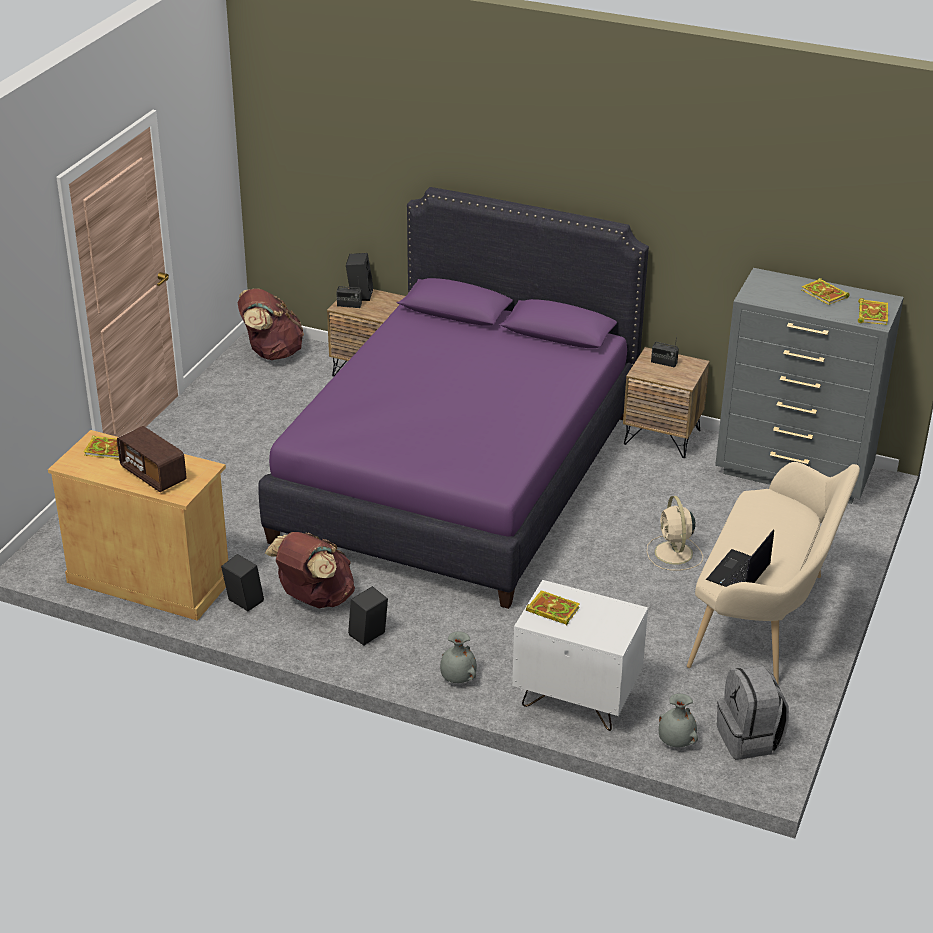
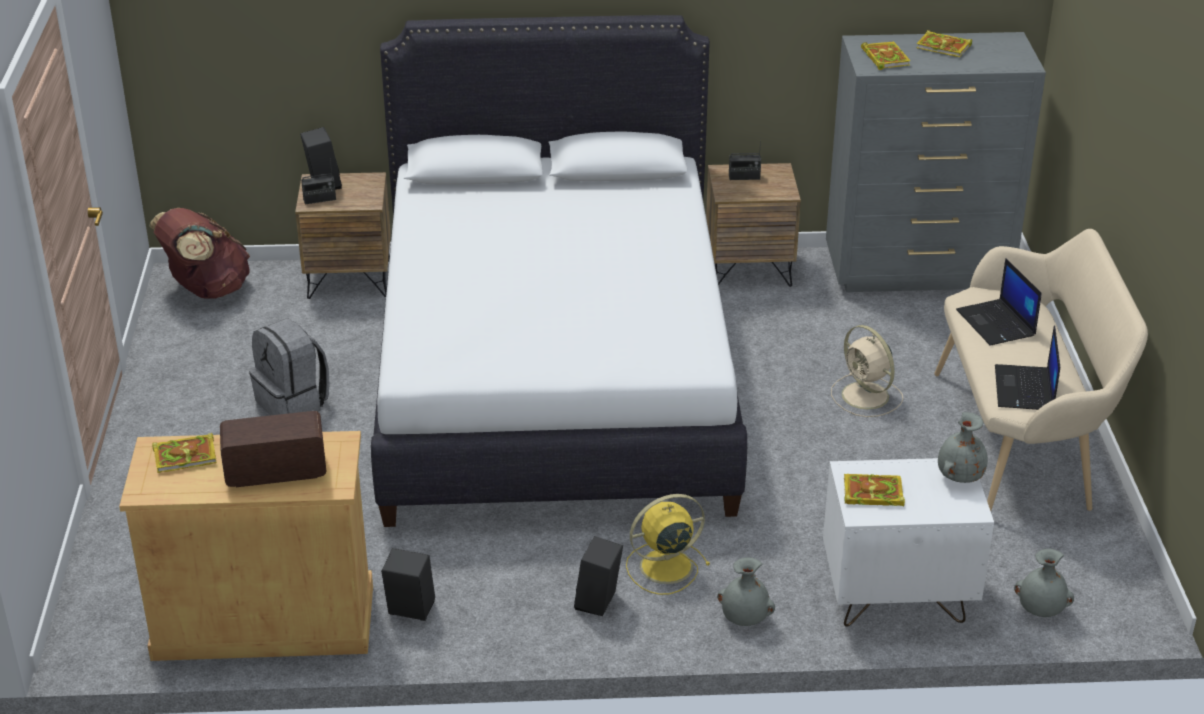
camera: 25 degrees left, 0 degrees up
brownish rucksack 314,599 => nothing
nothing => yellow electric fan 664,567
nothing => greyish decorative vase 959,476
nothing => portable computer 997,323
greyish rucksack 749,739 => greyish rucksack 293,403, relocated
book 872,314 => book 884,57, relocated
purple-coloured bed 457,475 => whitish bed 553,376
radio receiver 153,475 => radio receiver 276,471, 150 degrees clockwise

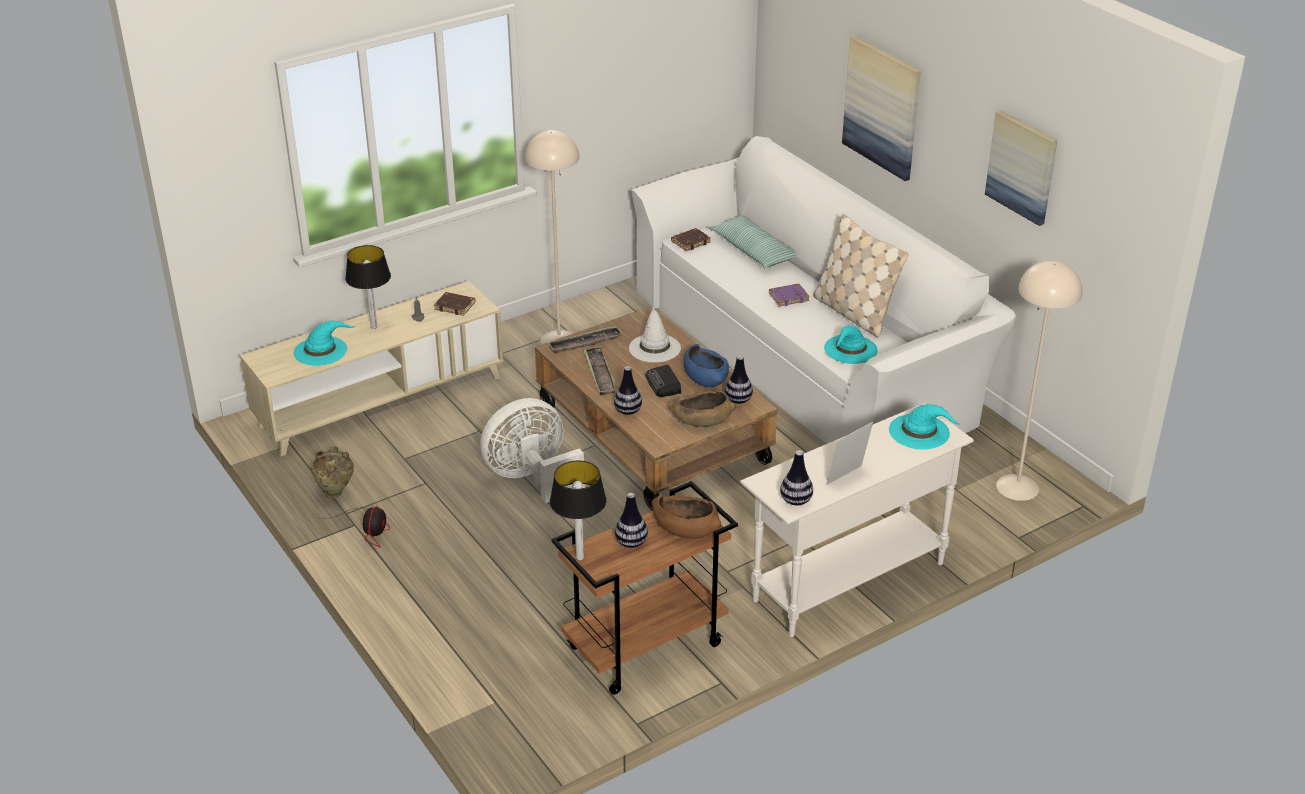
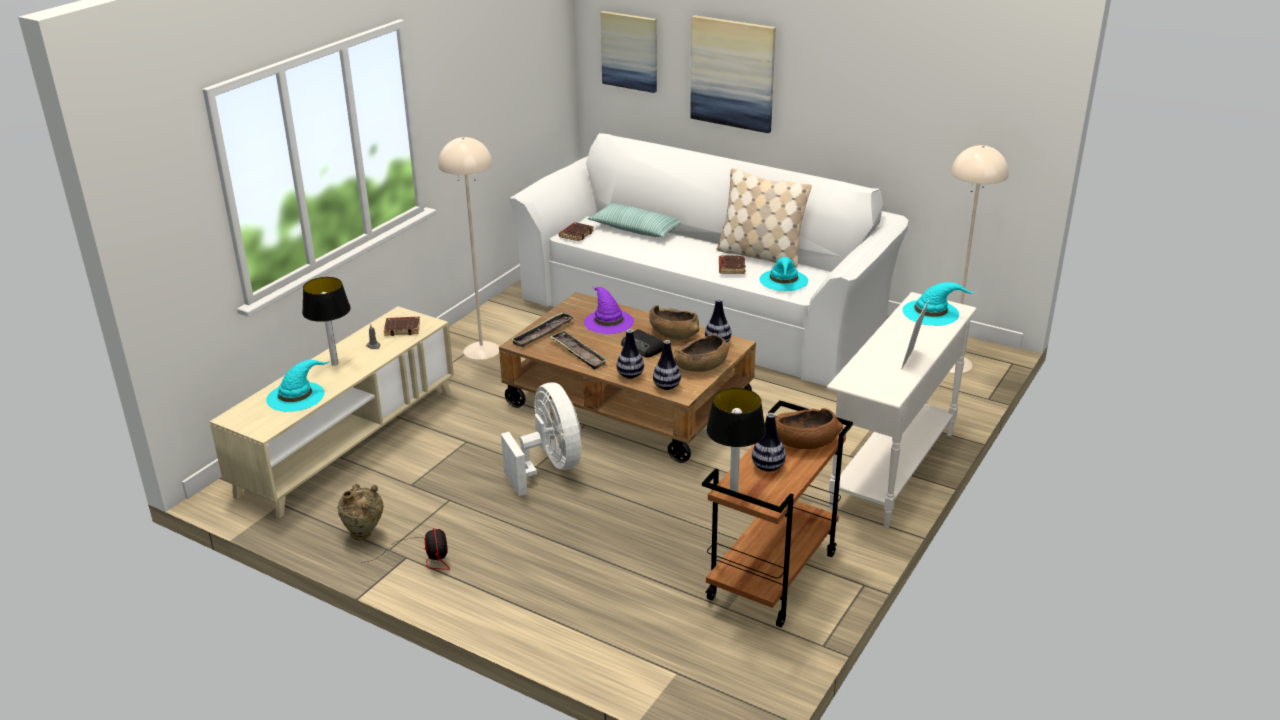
camera: 25 degrees left, 5 degrees down
purple-coloured book 788,297 => nothing
nothing => brownish book 731,267
decorative vase 796,501 => decorative vase 666,387, relocated
wall art 1022,167 => wall art 630,51, relocated
whitish hat 654,347 => purple-coloured hat 608,321
blue deep dish 705,377 => brownish deep dish 673,333
whitish electric fan 532,478 => whitish electric fan 549,467, 120 degrees clockwise

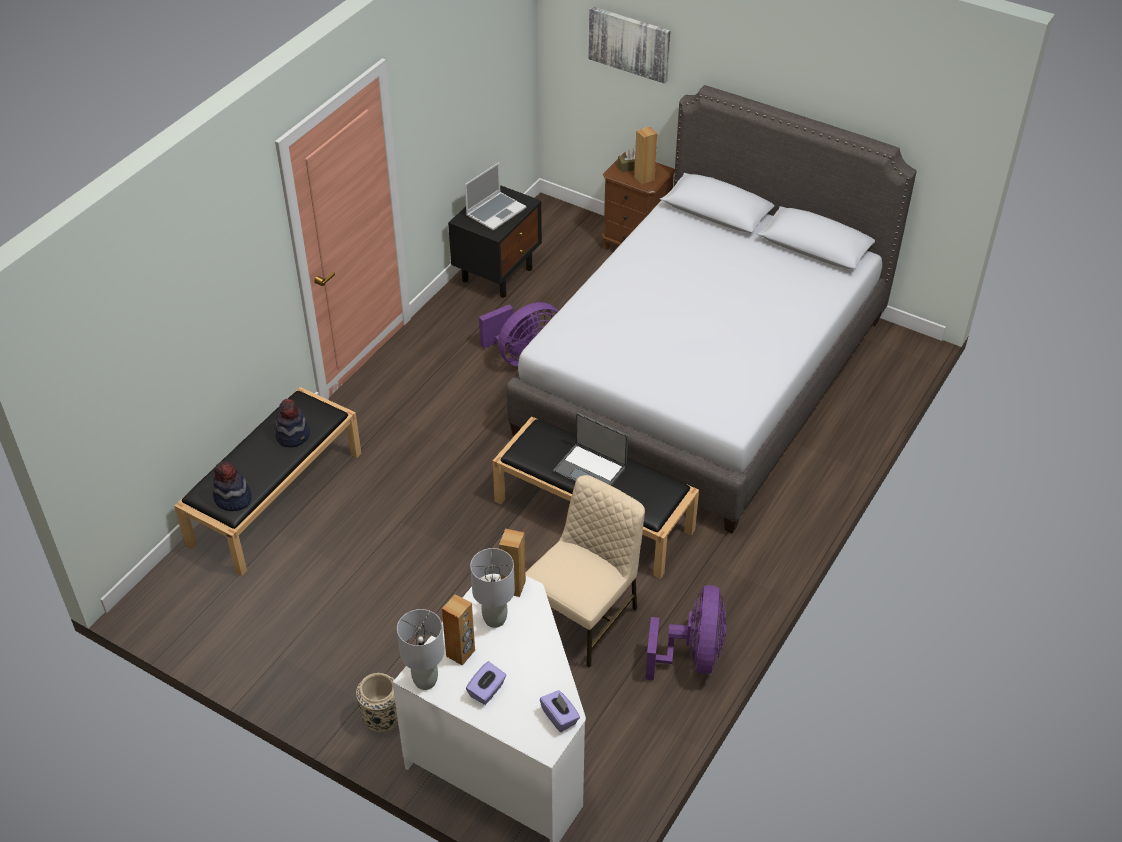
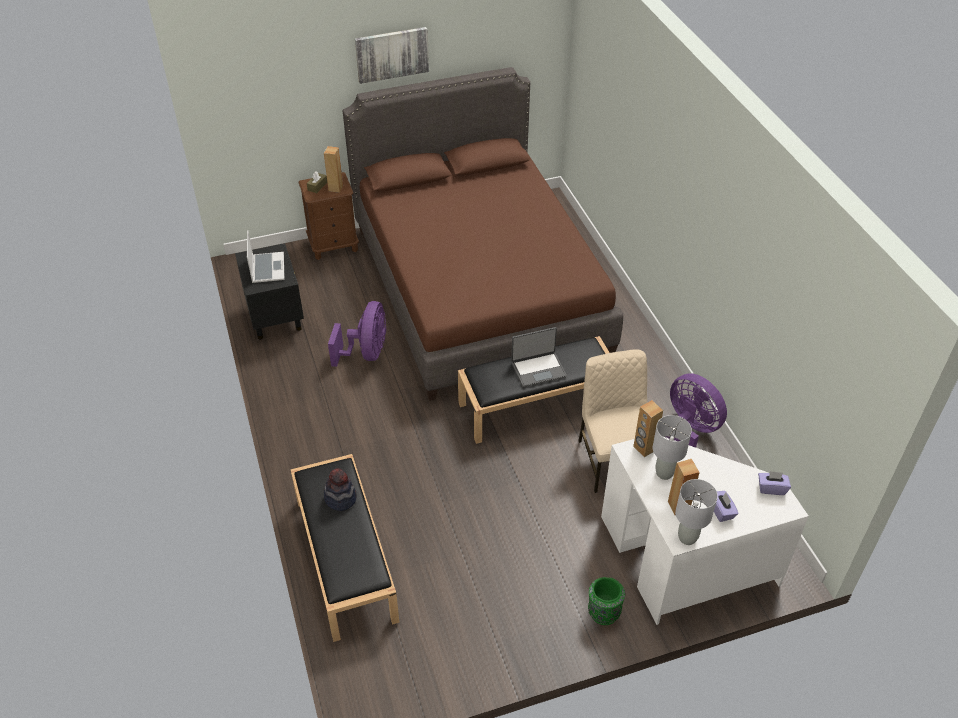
camera: 50 degrees left, 0 degrees up
hat 233,499 => nothing
wall art 629,43 => wall art 392,54, relocated
beige-coloured decorative vase 381,717 => green decorative vase 603,613
greyish bed 702,376 => brownish bed 478,288

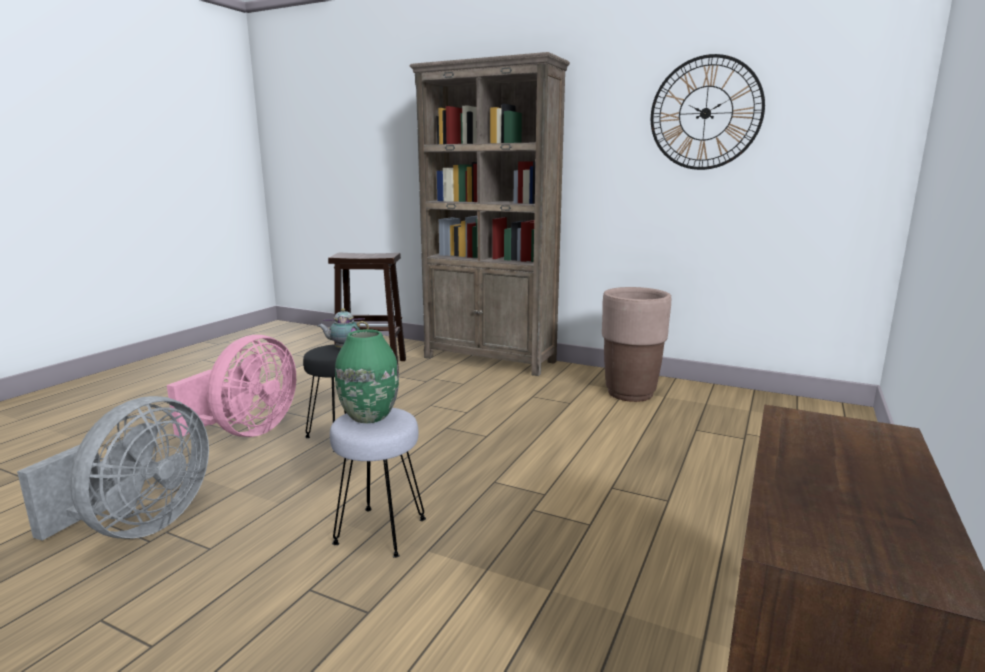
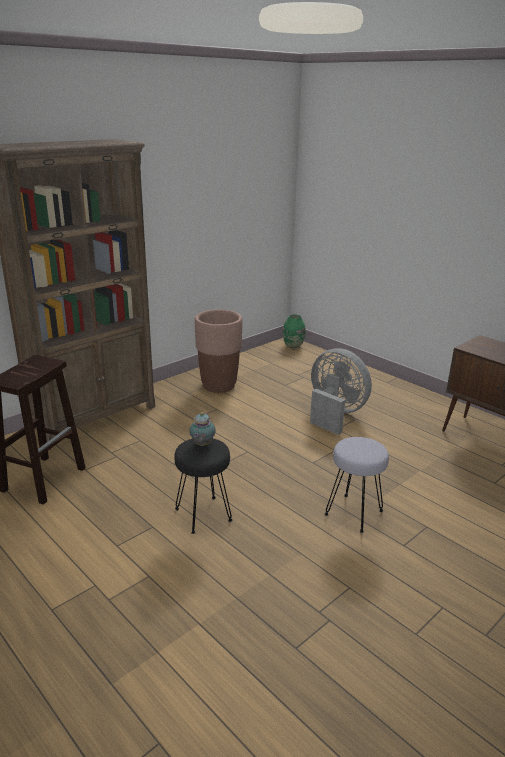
camera: 70 degrees left, 10 degrees up
pinkish electric fan 247,431 => nothing
hanging clock 705,113 => nothing
greyish electric fan 139,526 => greyish electric fan 334,414, relocated
green decorative vase 368,416 => green decorative vase 293,346, relocated

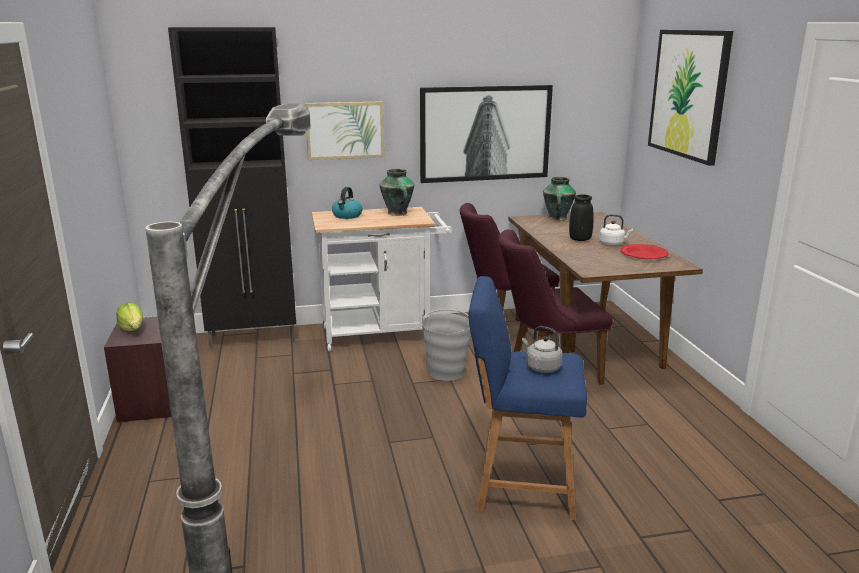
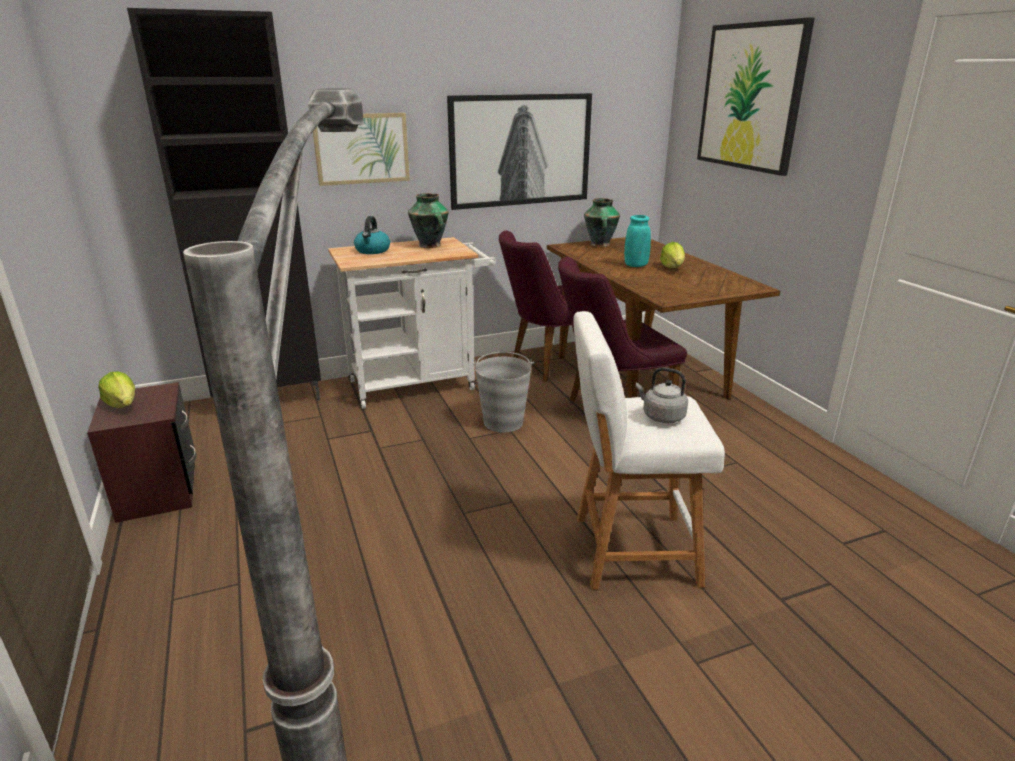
camera: 10 degrees left, 5 degrees up
red flat dish 644,255 => nothing
whitish tea kettle 613,243 => lettuce head 672,268
blue stool seat 520,485 => whitish stool seat 628,550
blackish decorative vase 580,239 => blue-green decorative vase 636,265

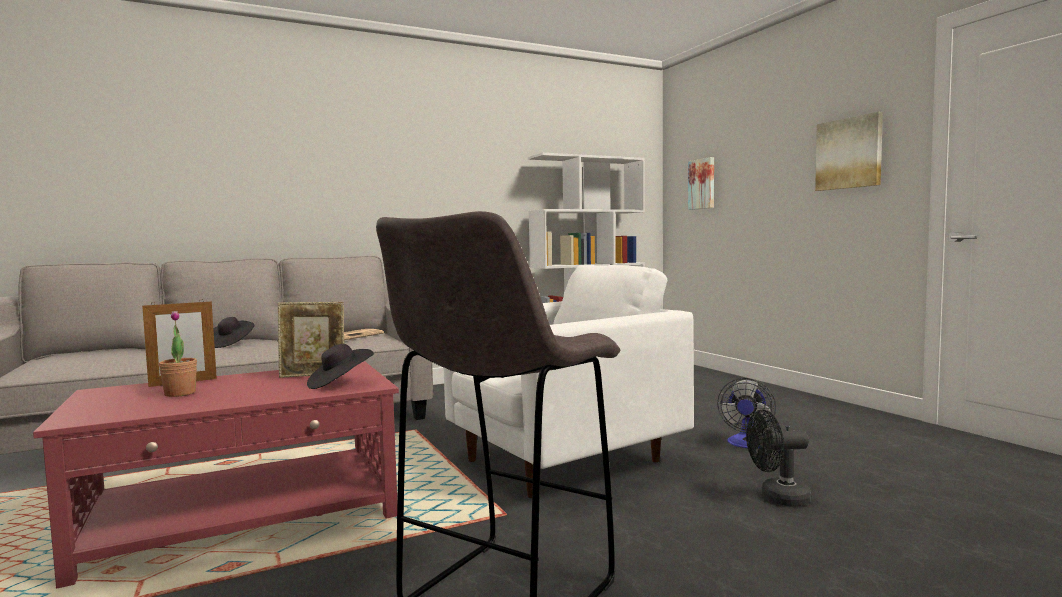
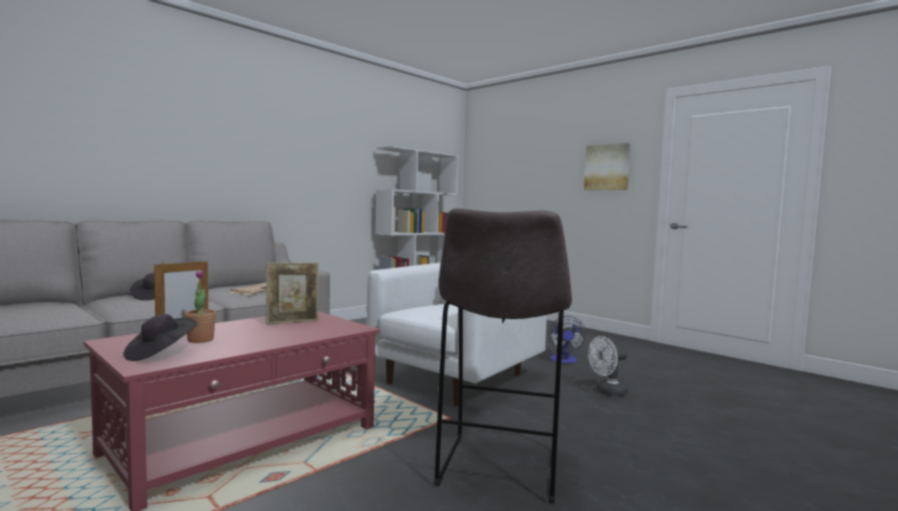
camera: 20 degrees left, 0 degrees up
wall art 702,184 => nothing
blackish hat 340,383 => blackish hat 160,353, relocated
blackish electric fan 777,498 => whitish electric fan 607,392

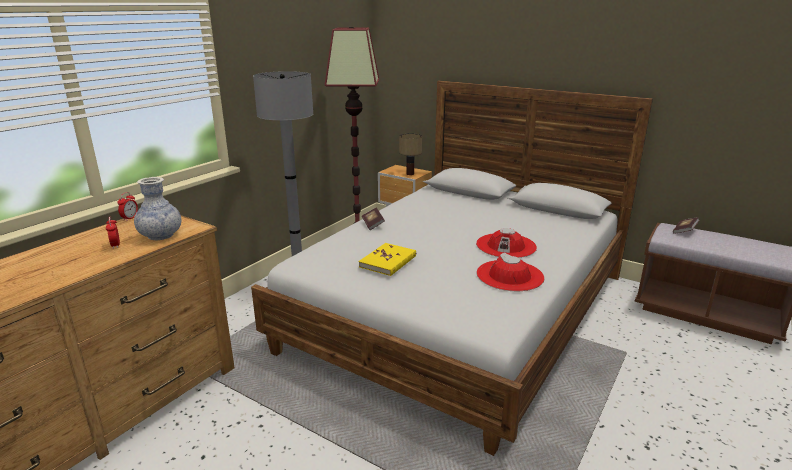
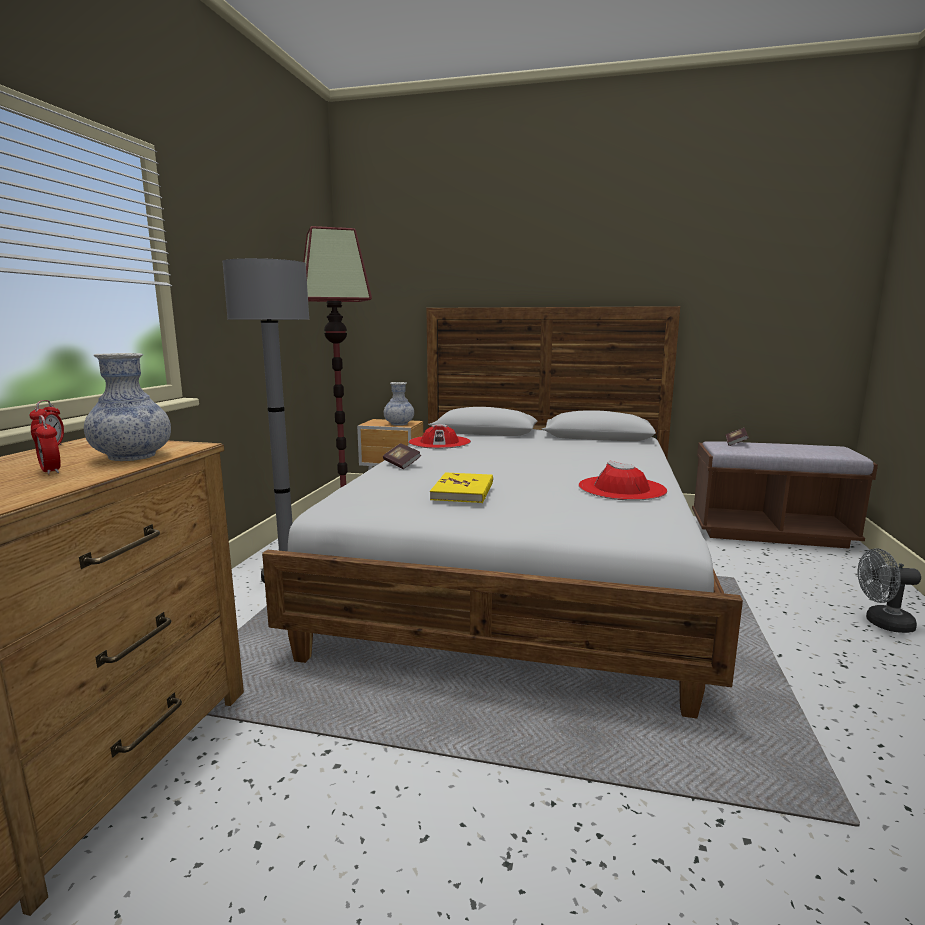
camera: 20 degrees left, 10 degrees down
nothing => greyish electric fan 882,623
red hat 506,246 => red hat 439,442, relocated
lamp for a table 409,174 => decorative vase 399,424

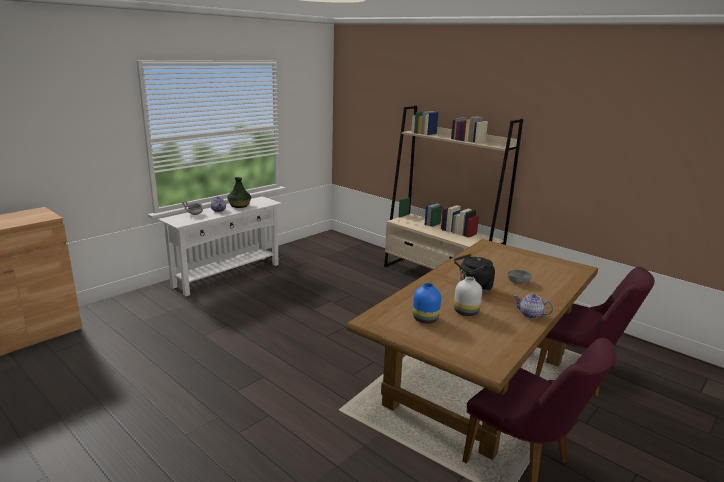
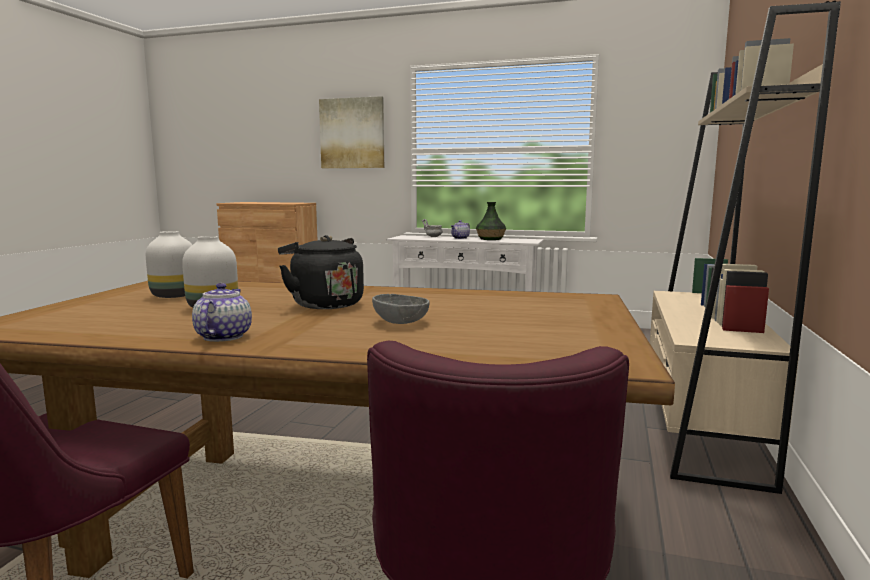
camera: 65 degrees right, 10 degrees down
nothing => wall art 352,133
blue decorative vase 426,319 => whitish decorative vase 175,296

